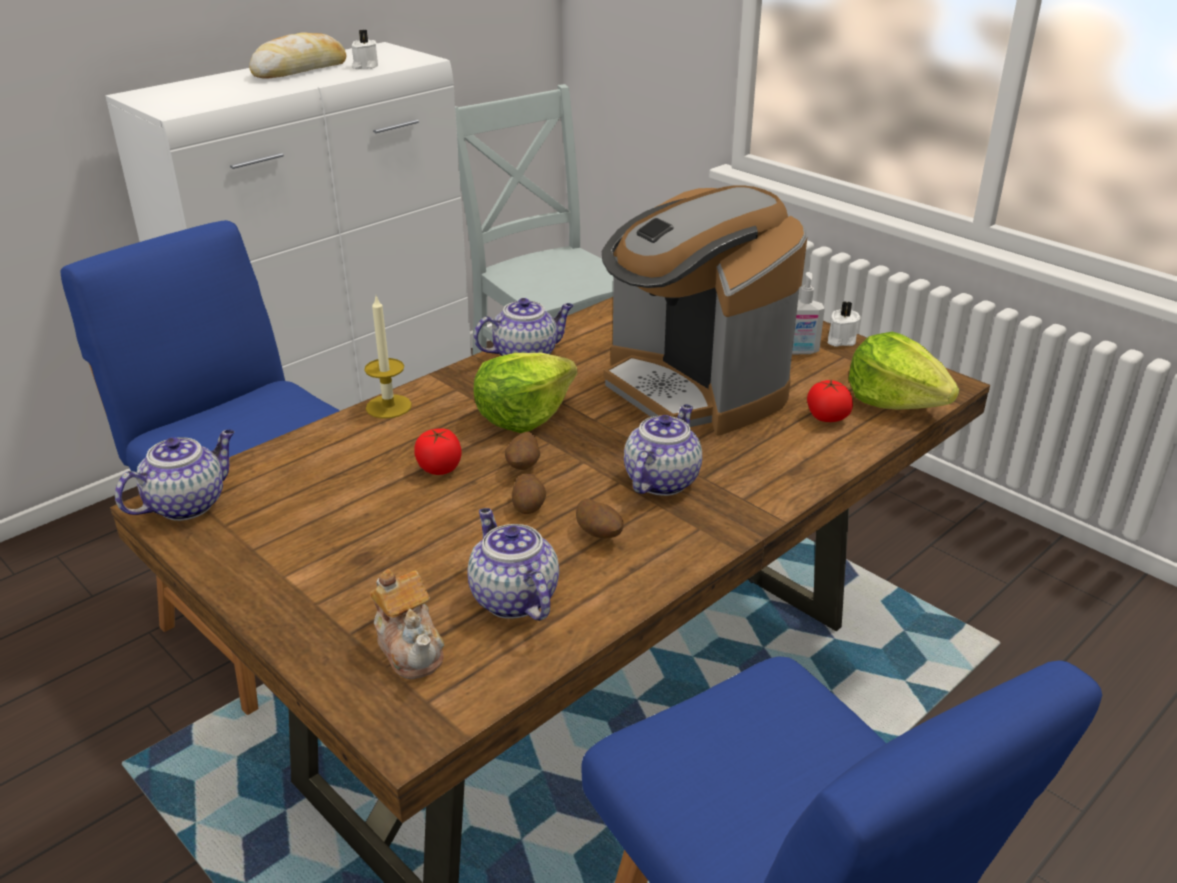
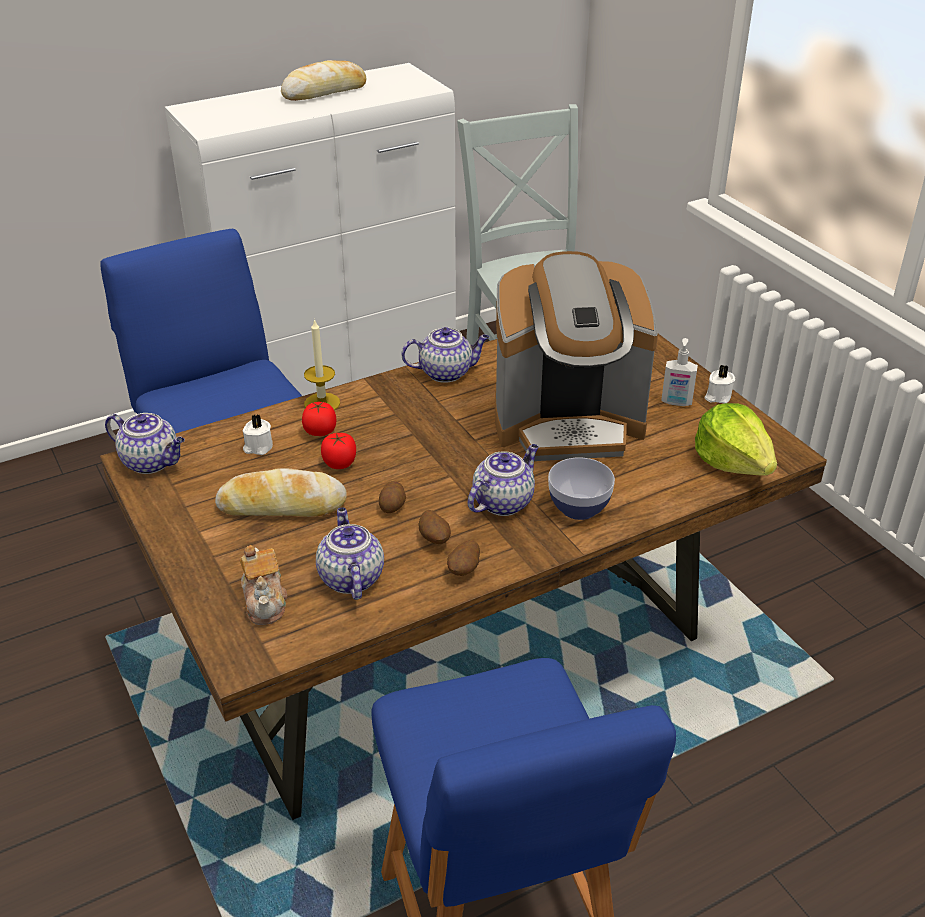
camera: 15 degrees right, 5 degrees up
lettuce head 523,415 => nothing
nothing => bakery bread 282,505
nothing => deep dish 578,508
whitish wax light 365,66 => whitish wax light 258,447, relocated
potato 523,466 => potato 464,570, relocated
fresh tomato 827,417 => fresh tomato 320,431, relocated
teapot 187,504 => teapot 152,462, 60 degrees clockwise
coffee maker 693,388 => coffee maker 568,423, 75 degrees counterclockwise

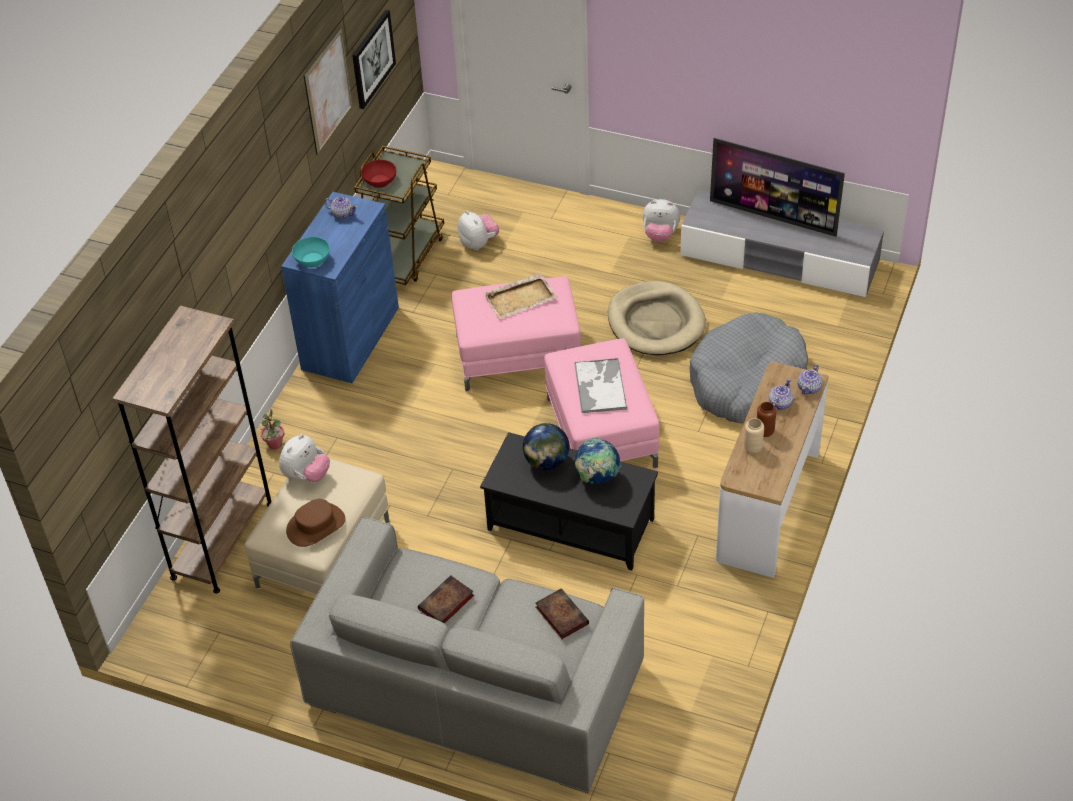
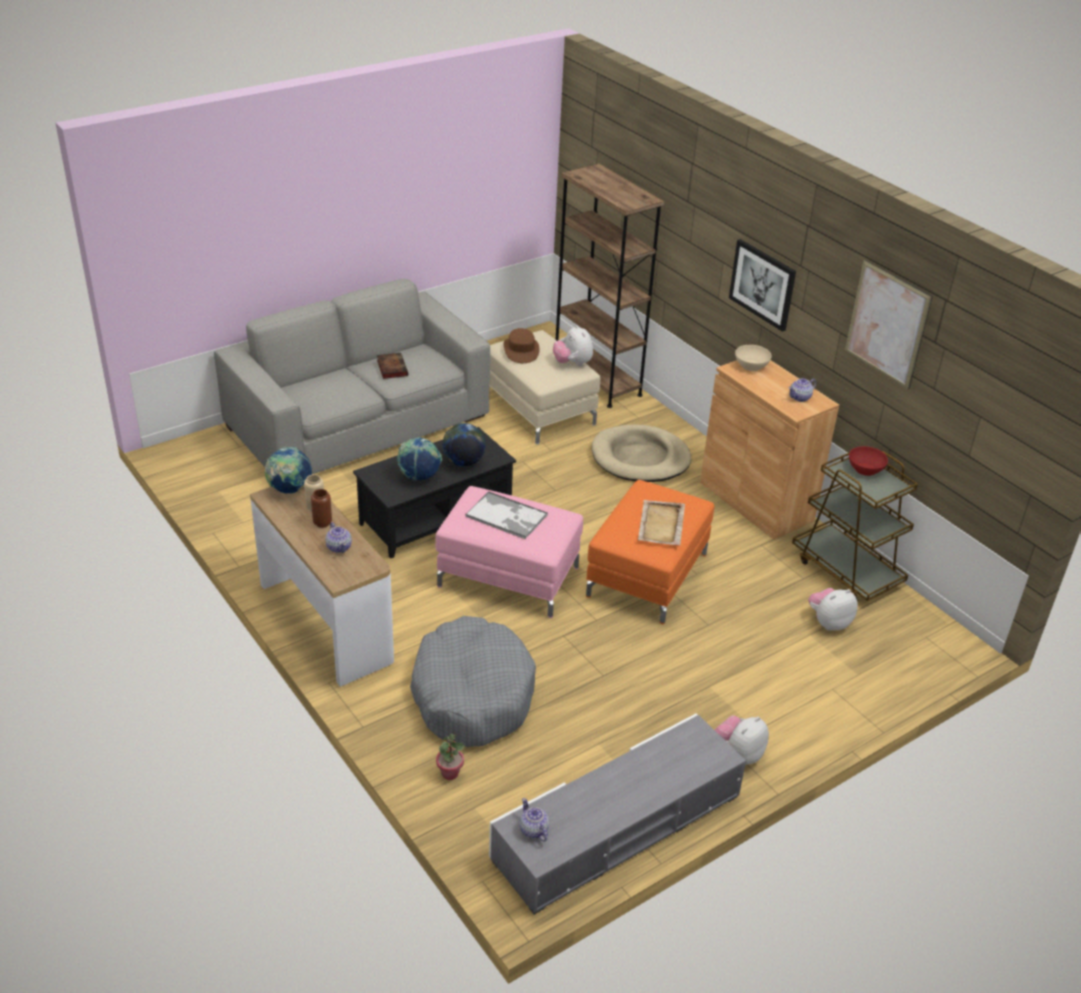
camera: 120 degrees right, 10 degrees down
book 560,615 => nothing
television 773,217 => nothing
nothing => world globe 290,490
houseplant 274,444 => houseplant 450,773, relocated
wall art 372,59 => wall art 762,284, relocated
beige-coloured dog bed 656,322 => beige-coloured dog bed 640,458, relocated
teapot 809,388 => teapot 533,830, relocated
blue storage cabinet 350,338 => brownish storage cabinet 756,501
blue-green deep dish 312,260 => beige-coloured deep dish 751,365
pinkish pouffe 518,356 => orange-coloured pouffe 648,576
plush toy 478,243 => plush toy 828,622, 150 degrees clockwise

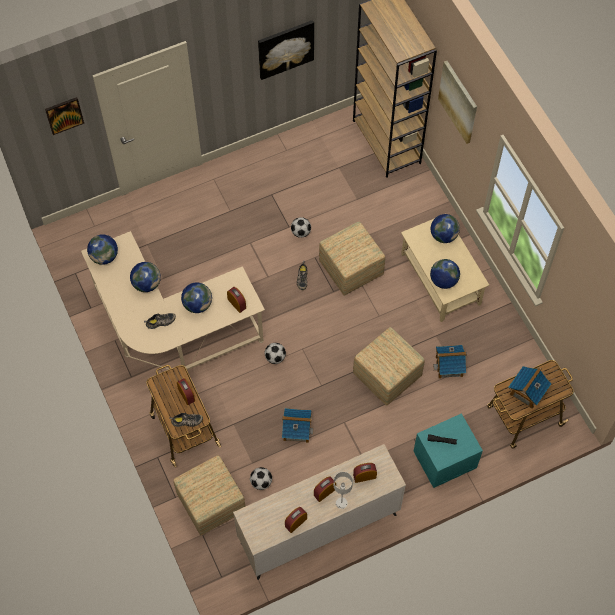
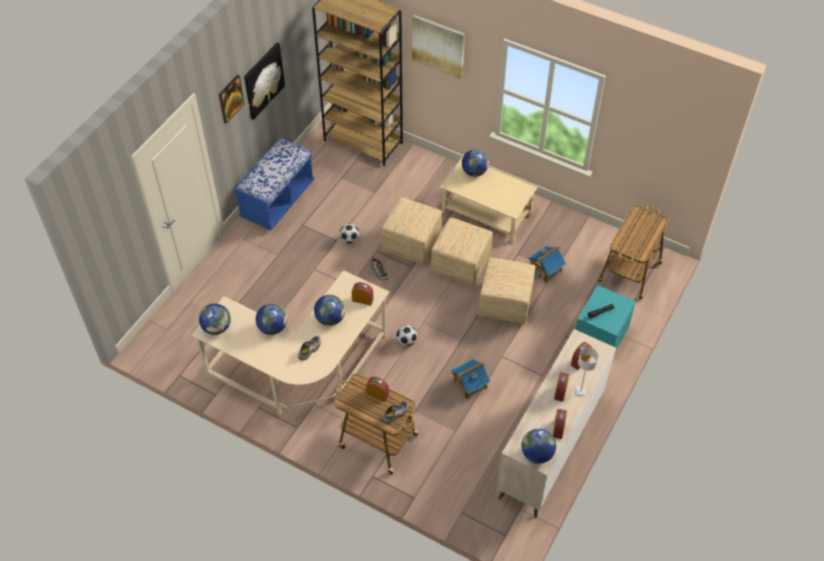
camera: 35 degrees left, 10 degrees down
ball for football 261,482 => nothing
toy house 527,392 => nothing
nothing => blue bench 277,201
wall art 64,115 => wall art 230,98, relocated
pouffe 210,502 => pouffe 460,264, relocated
world globe 443,280 => world globe 537,454, relocated

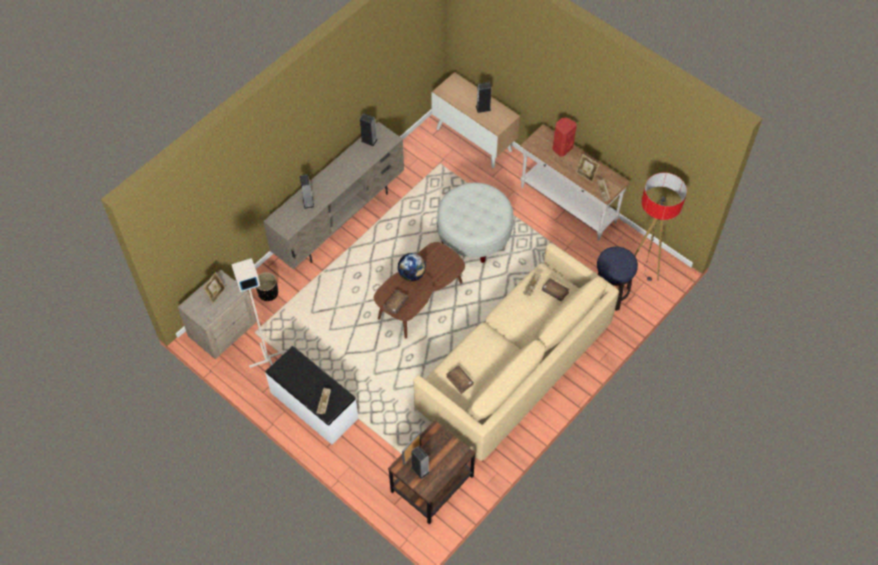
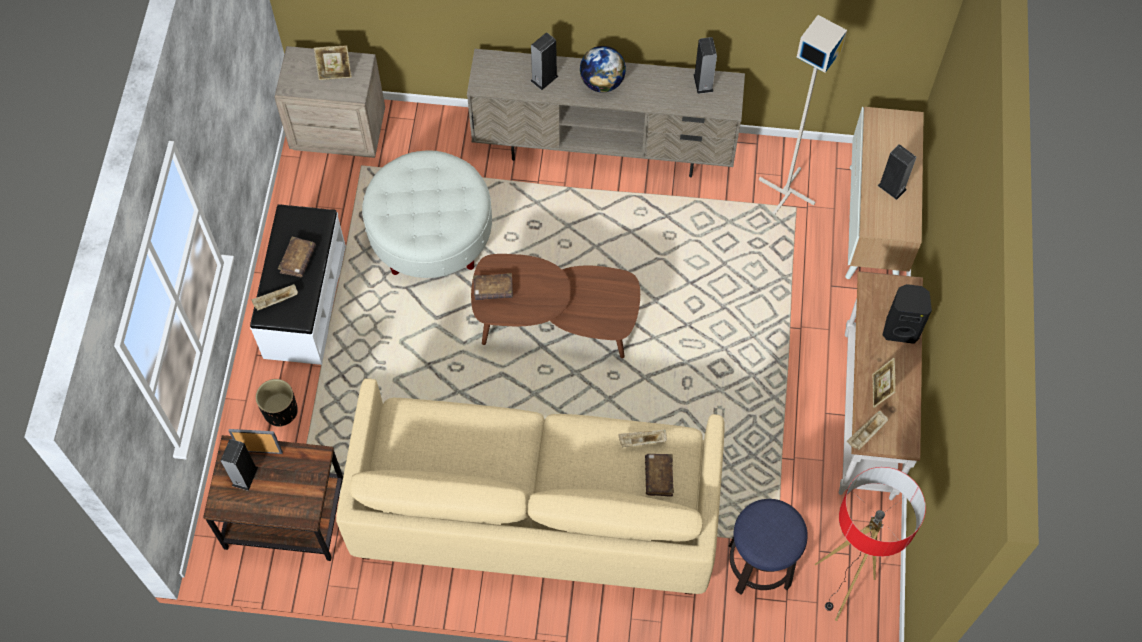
camera: 55 degrees right, 5 degrees up
greyish standing lamp 267,359 => greyish standing lamp 786,190, relocated
blackish plant pot 268,293 => blackish plant pot 280,411, relocated
world globe 412,274 => world globe 602,82, relocated
whitish pouffe 474,235 => whitish pouffe 431,237, relocated
brownish book 460,381 => brownish book 298,260, relocated
red speaker 561,148 => blackish speaker 900,329

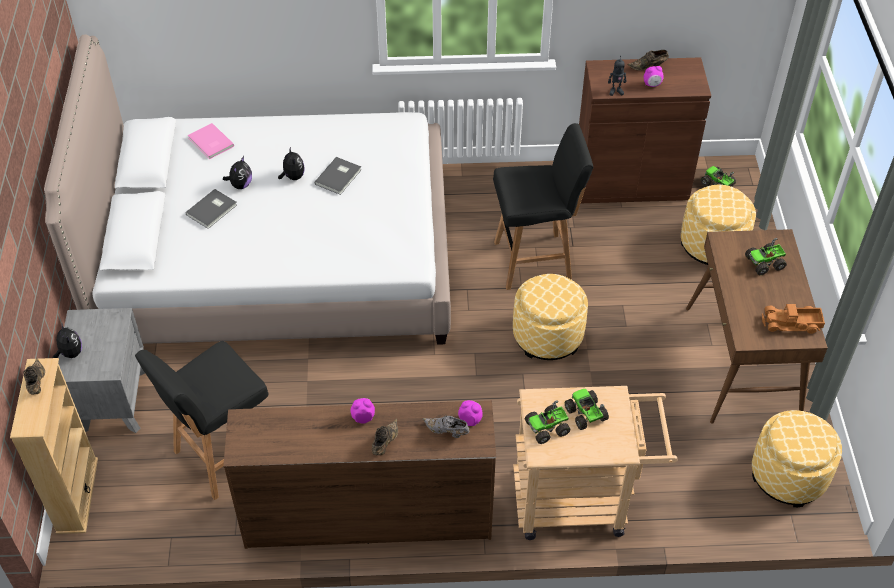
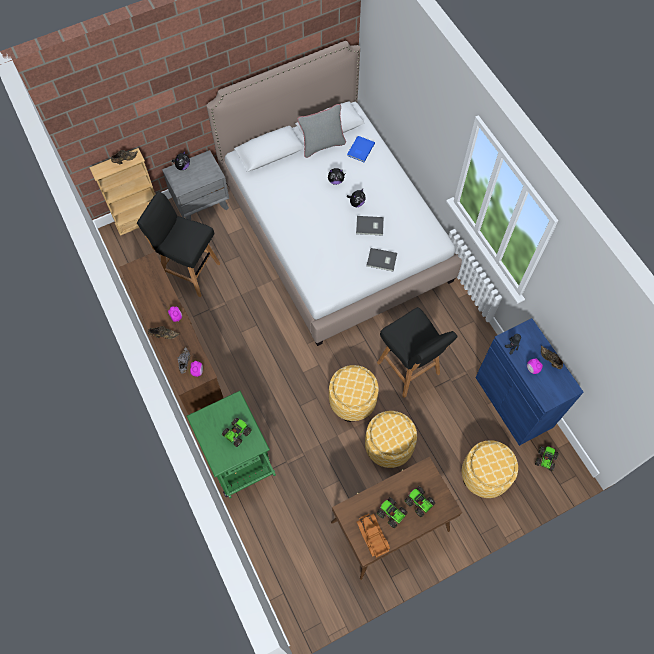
camera: 65 degrees right, 15 degrees up
nothing => greyish throw pillow 322,145
greyish book 213,210 => greyish book 382,261, relocated
model truck 547,428 => model truck 392,514, relocated
pouffe 788,475 => pouffe 388,445, relocated
pinkish book 210,143 => blue book 360,149
beige-coloured trolley 581,500 => green trolley 240,465
brownish storage cabinet 631,182 => blue storage cabinet 513,402

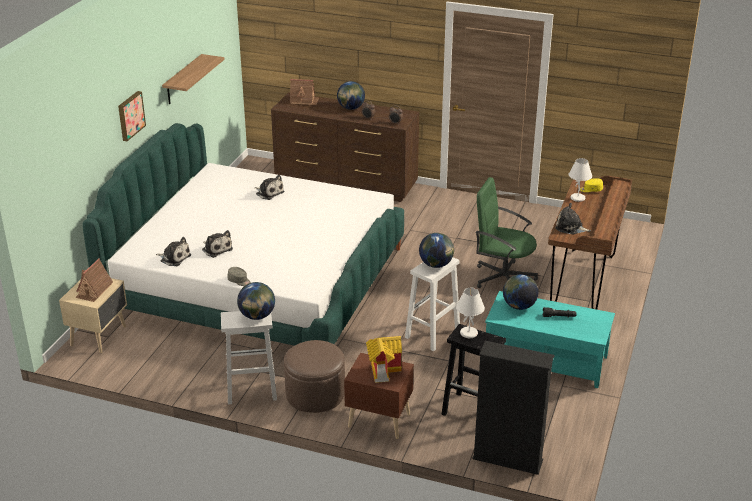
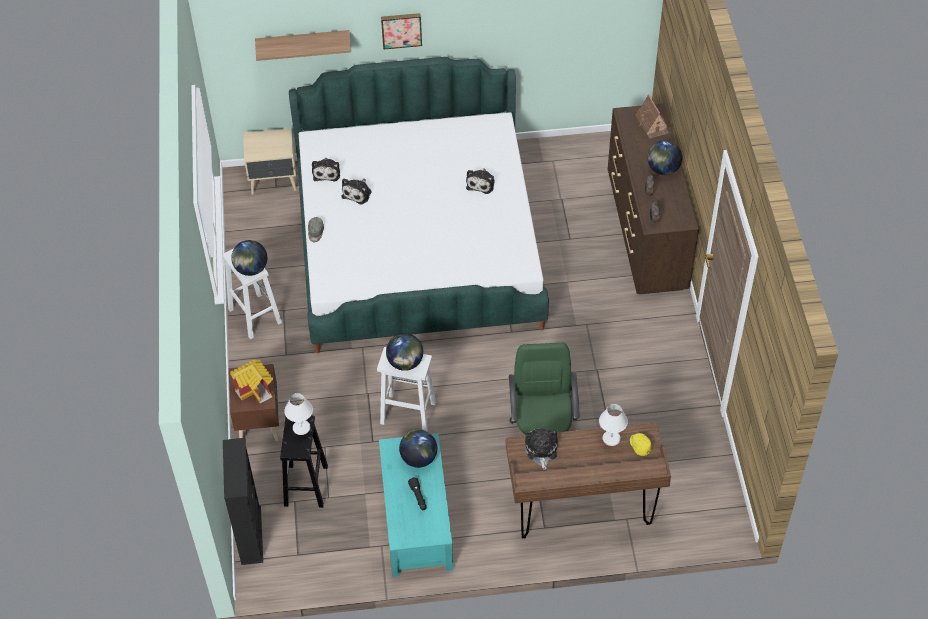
camera: 65 degrees right, 20 degrees up
toy house 94,290 => nothing
brownish pouffe 315,394 => nothing
bracket shelf 183,80 => bracket shelf 303,44, relocated

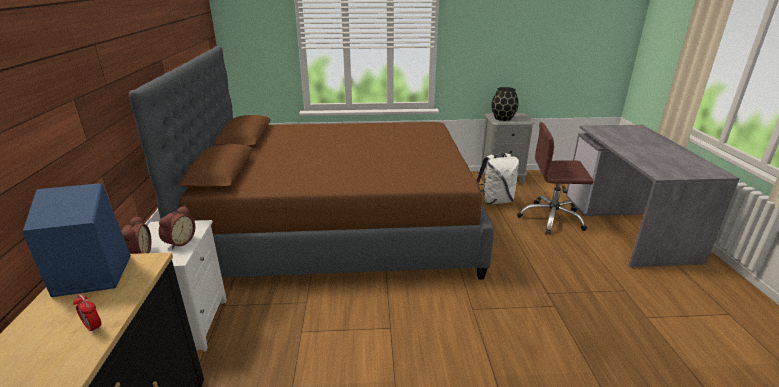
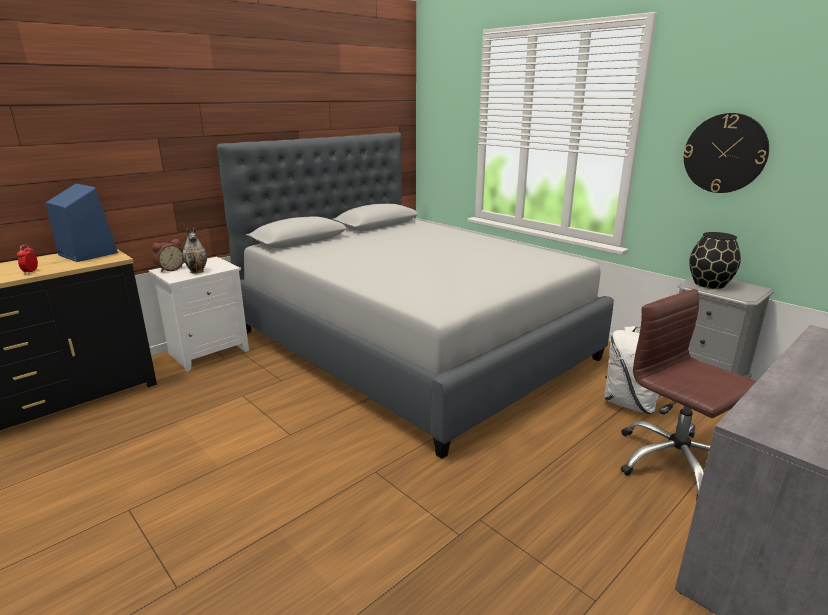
camera: 50 degrees right, 5 degrees down
nothing => hanging clock 724,153
alarm clock 179,242 => decorative vase 198,271
brownish bed 340,226 => greyish bed 412,344

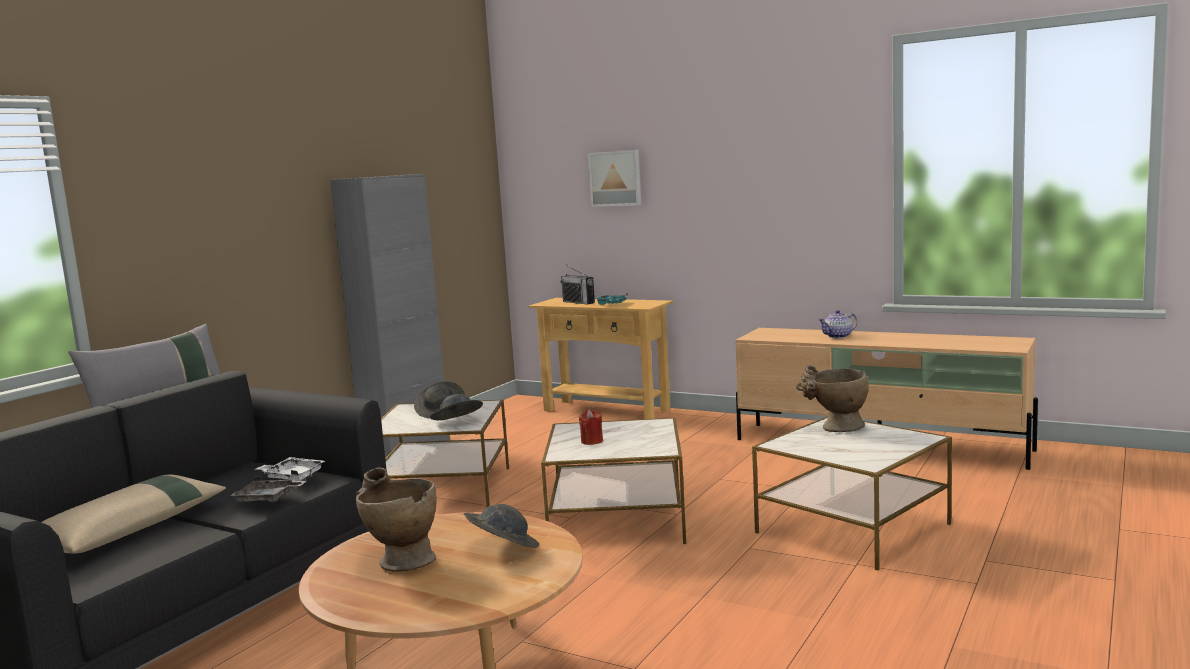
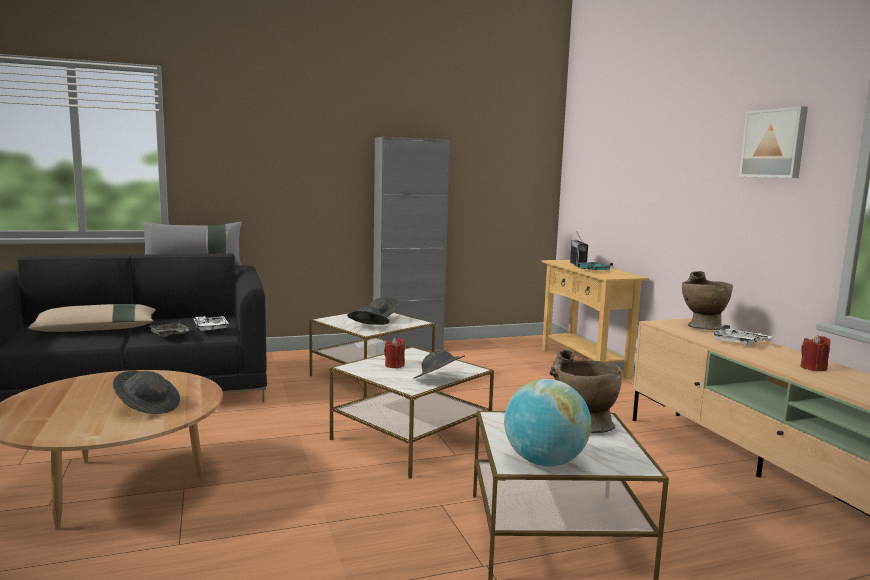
camera: 40 degrees right, 0 degrees up
nothing => greyish hat 438,380
nothing => world globe 544,462
nothing => red wax light 813,368
beige-coloured decorative vase 399,561 => beige-coloured decorative vase 700,326, relocated
wall art 616,178 => wall art 774,143, relocated
teapot 838,336 => whitish carrying tray 738,343

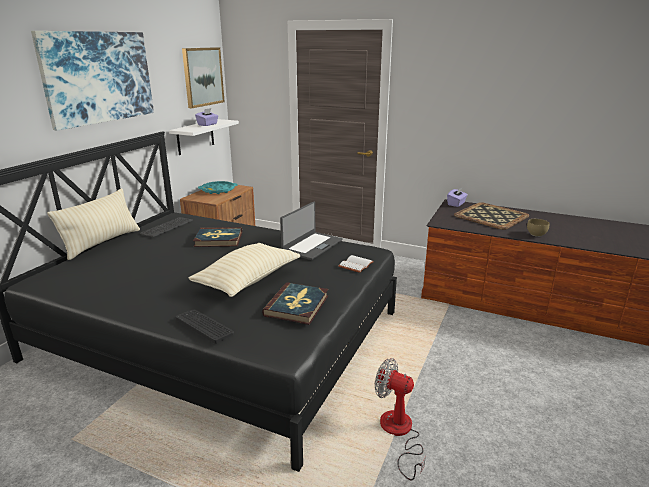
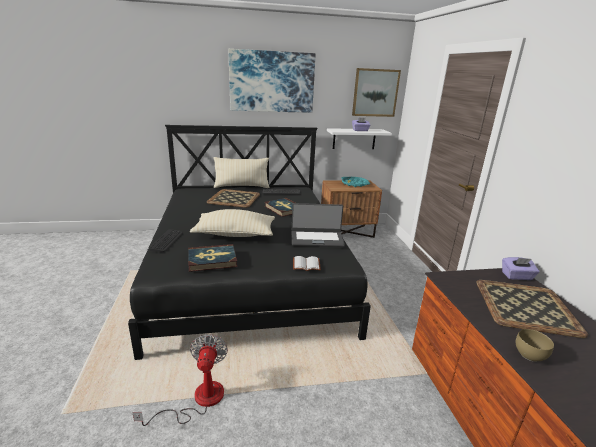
camera: 55 degrees right, 0 degrees up
nothing => carrying tray 234,198

